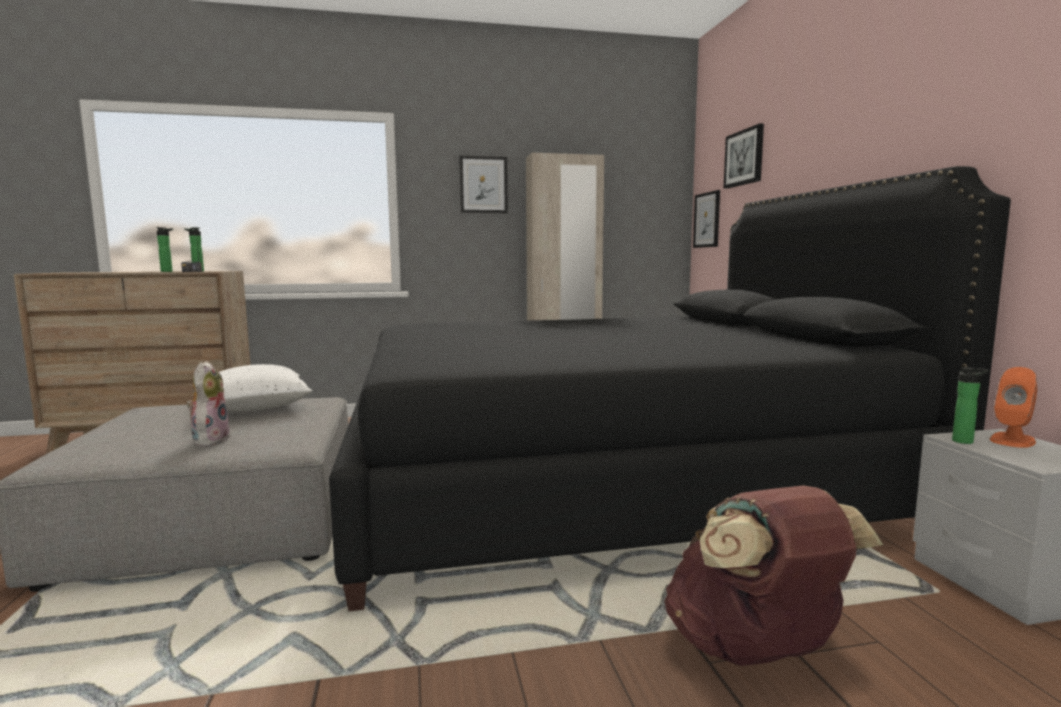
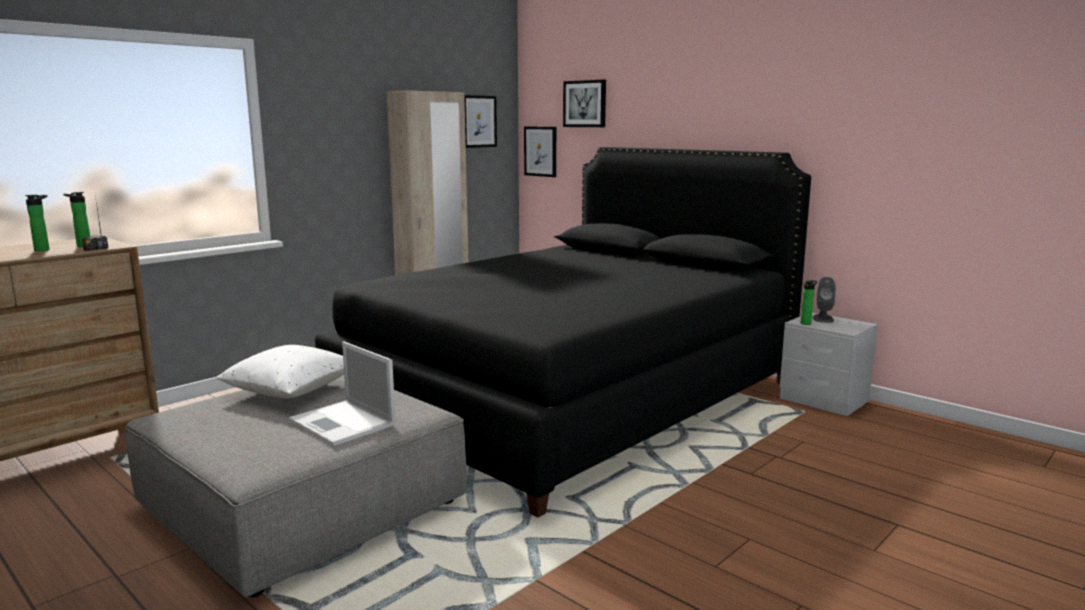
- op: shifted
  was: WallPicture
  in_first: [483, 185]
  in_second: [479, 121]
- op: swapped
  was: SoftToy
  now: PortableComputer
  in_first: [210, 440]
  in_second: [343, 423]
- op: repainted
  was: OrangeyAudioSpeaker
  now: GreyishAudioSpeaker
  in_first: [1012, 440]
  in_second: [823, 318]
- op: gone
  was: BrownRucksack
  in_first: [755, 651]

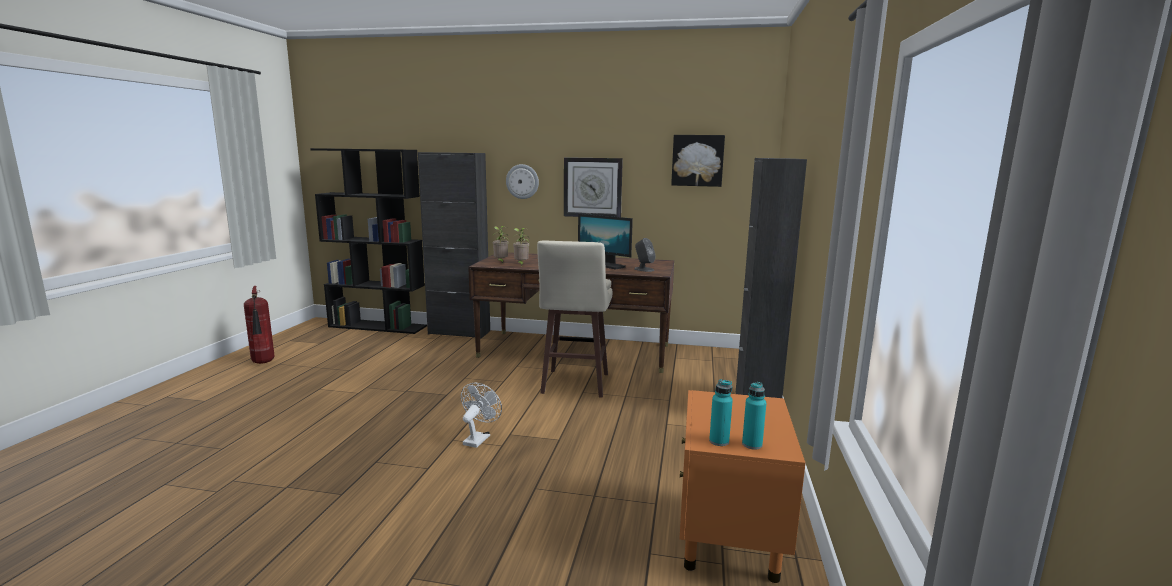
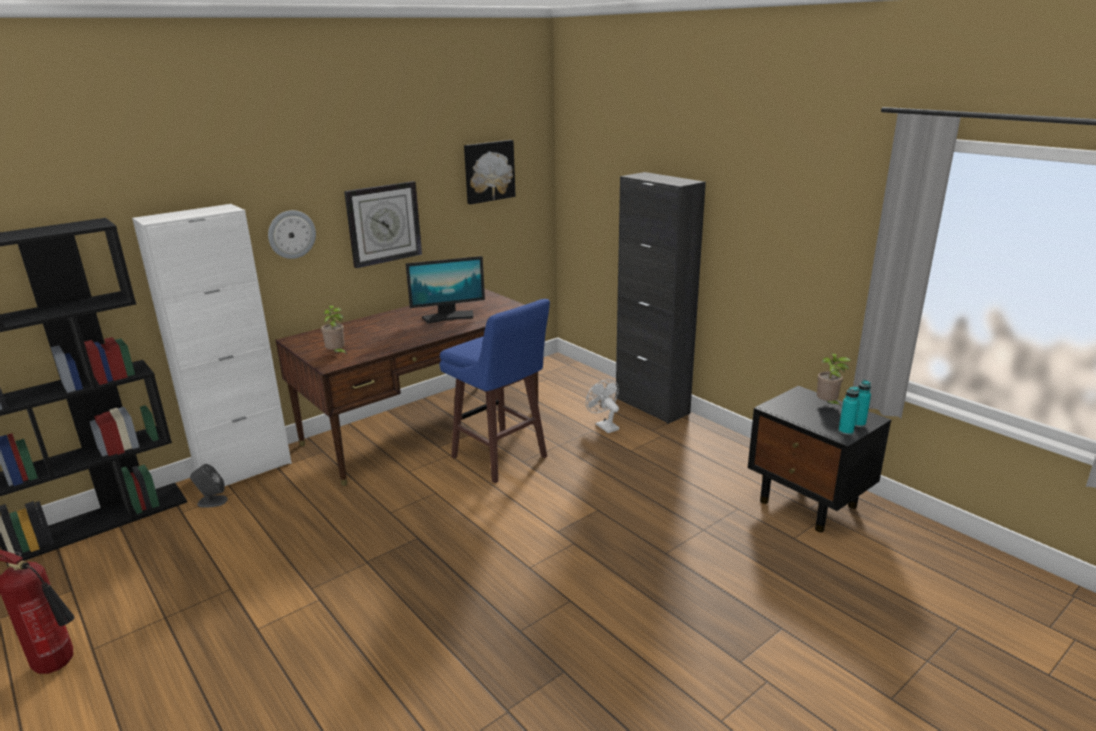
- op: repainted
  was: BlackishStorageCabinet
  now: WhiteColouredStorageCabinet
  in_first: [459, 332]
  in_second: [244, 470]
- op: shifted
  was: PlantInAPot
  in_first: [521, 264]
  in_second: [827, 405]
- op: shifted
  was: GreyishAudioSpeaker
  in_first: [643, 269]
  in_second: [212, 501]
- op: repainted
  was: BeigeColouredStool
  now: BlueStool
  in_first: [574, 384]
  in_second: [500, 458]
- op: shifted
  was: WhiteColouredCoolingFan
  in_first: [478, 438]
  in_second: [604, 426]
- op: repainted
  was: OrangeyNightstand
  now: BlackishNightstand
  in_first: [729, 545]
  in_second: [809, 504]

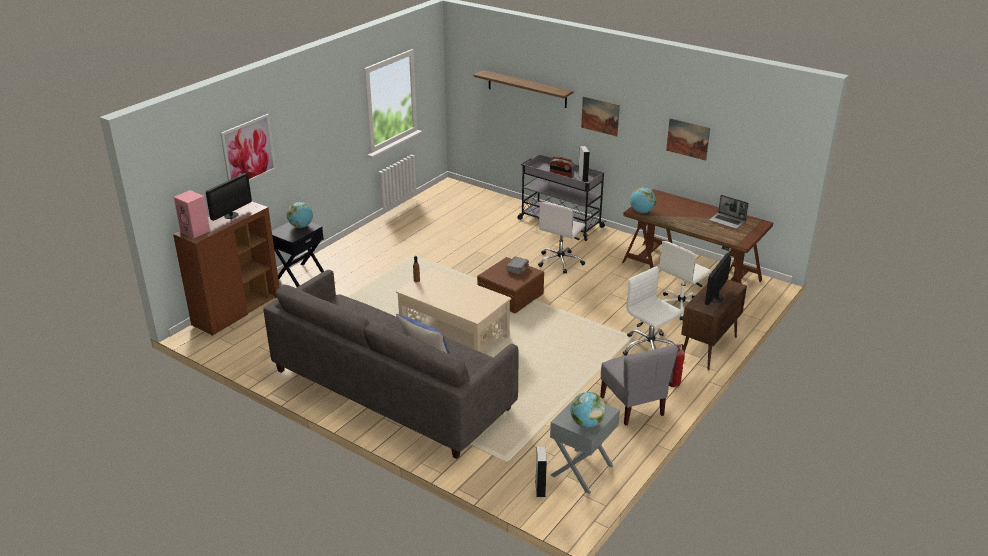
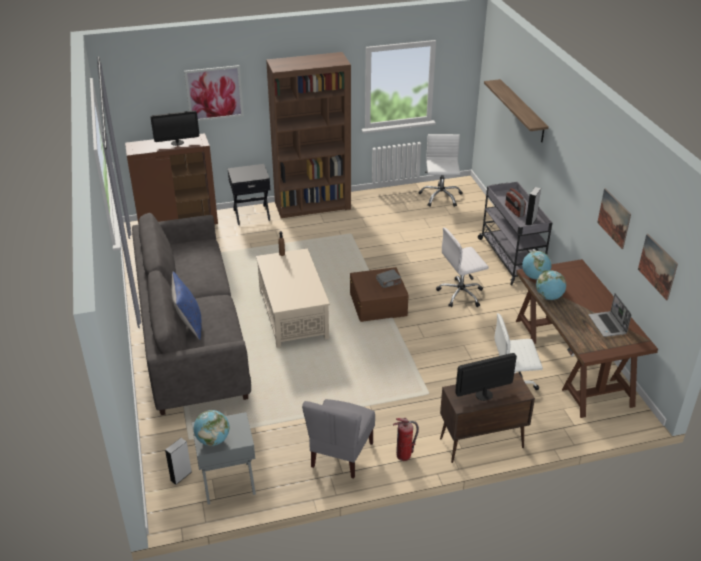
- op: shifted
  was: WallPicture
  in_first: [600, 116]
  in_second: [657, 266]
- op: gone
  was: PinkColouredAudioSpeaker
  in_first: [196, 231]
- op: shifted
  was: WorldGlobe
  in_first: [301, 226]
  in_second: [549, 297]
- op: shifted
  was: WhiteColouredDeskChair
  in_first: [649, 348]
  in_second: [440, 197]
- op: new
  now: BrownShelvingUnit
  in_second: [313, 206]

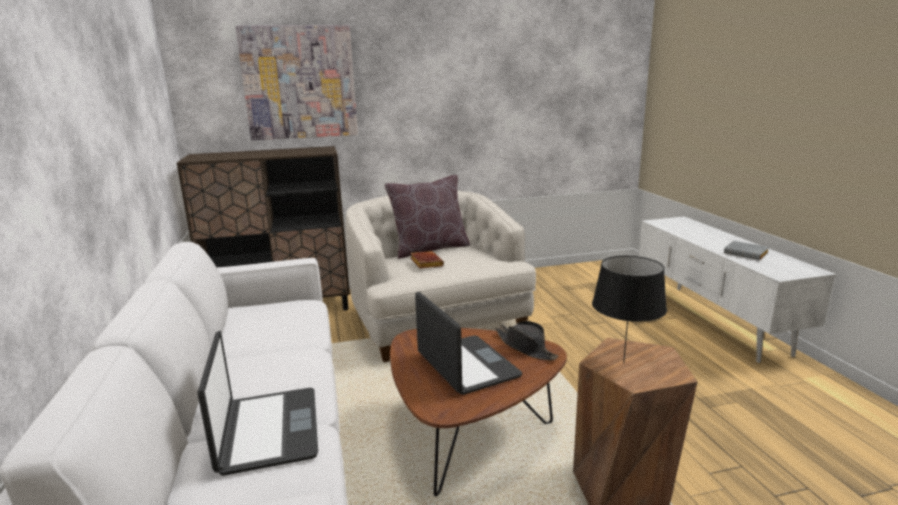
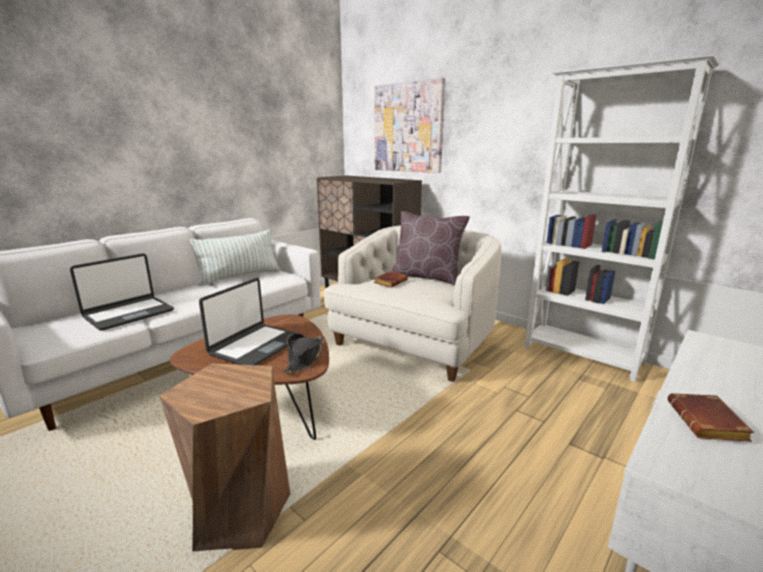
- op: repainted
  was: GreyishVolume
  now: BrownVolume
  in_first: [747, 254]
  in_second: [708, 423]
- op: gone
  was: BlackishTableLamp
  in_first: [623, 362]
- op: new
  now: WhiteColouredShelvingUnit
  in_second: [583, 356]
- op: new
  now: Pillow
  in_second: [239, 277]

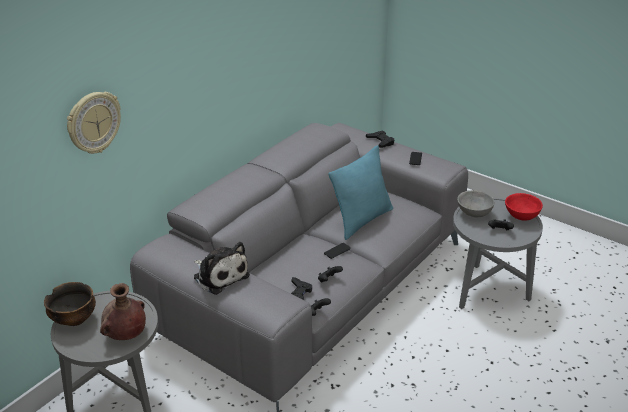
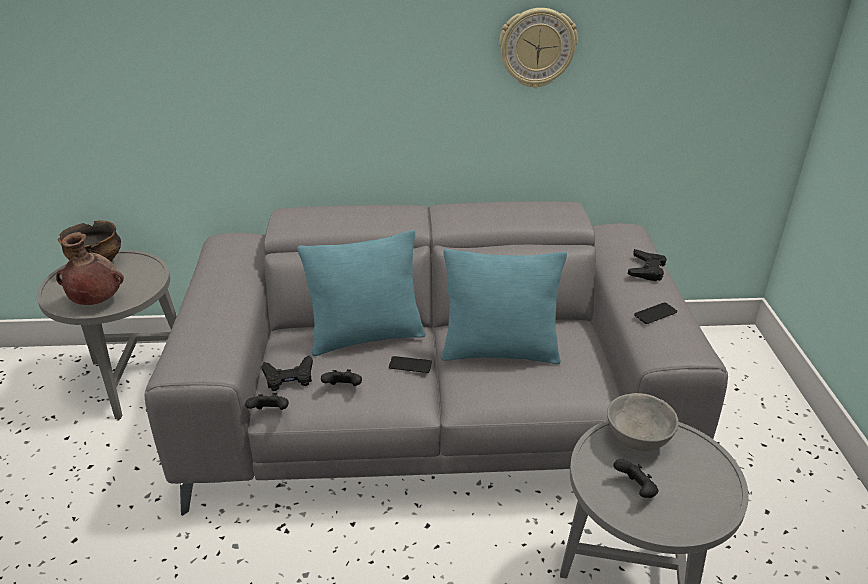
- op: shifted
  was: WallClock
  in_first: [93, 122]
  in_second: [537, 48]
- op: gone
  was: ReddishBowl
  in_first: [520, 216]
- op: gone
  was: SoftToy
  in_first: [220, 275]
- op: new
  now: TurquoisePillow
  in_second: [366, 337]

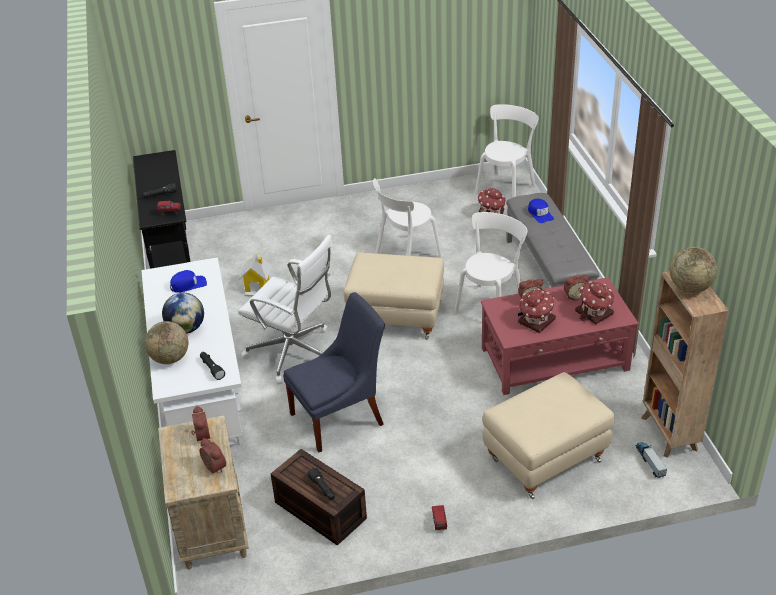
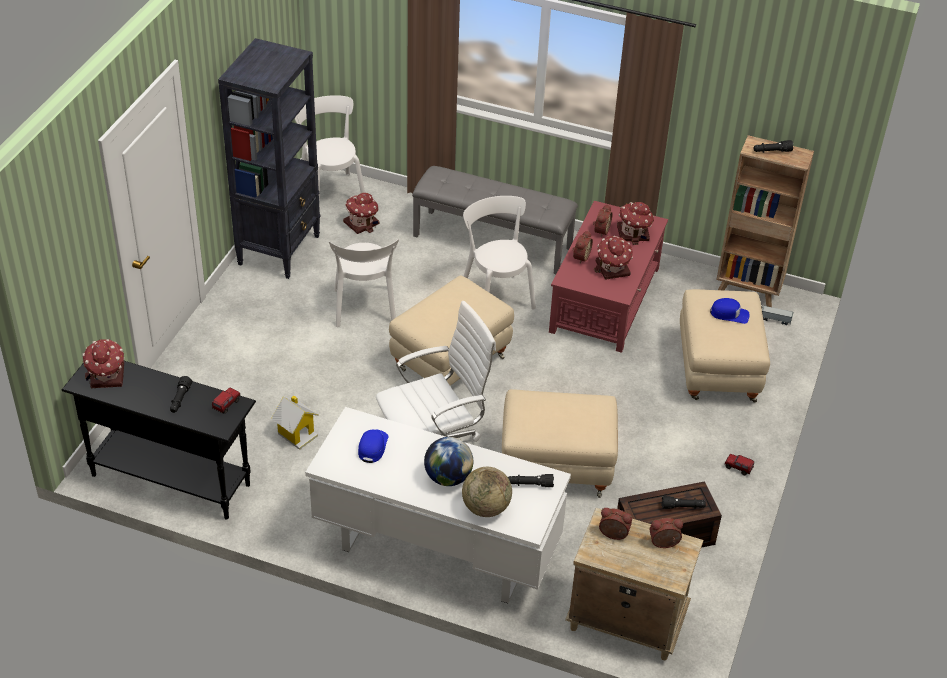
- op: shifted
  was: BluePeakedCap
  in_first: [540, 214]
  in_second: [729, 314]
- op: swapped
  was: WorldGlobe
  now: BlackishFlashlight
  in_first: [690, 287]
  in_second: [771, 151]
- op: swapped
  was: BlueChair
  now: BeigeColouredPouffe
  in_first: [340, 417]
  in_second: [556, 466]
- op: new
  now: BlackishShelvingUnit
  in_second: [279, 249]
- op: new
  now: ModelHouse
  in_second: [107, 377]

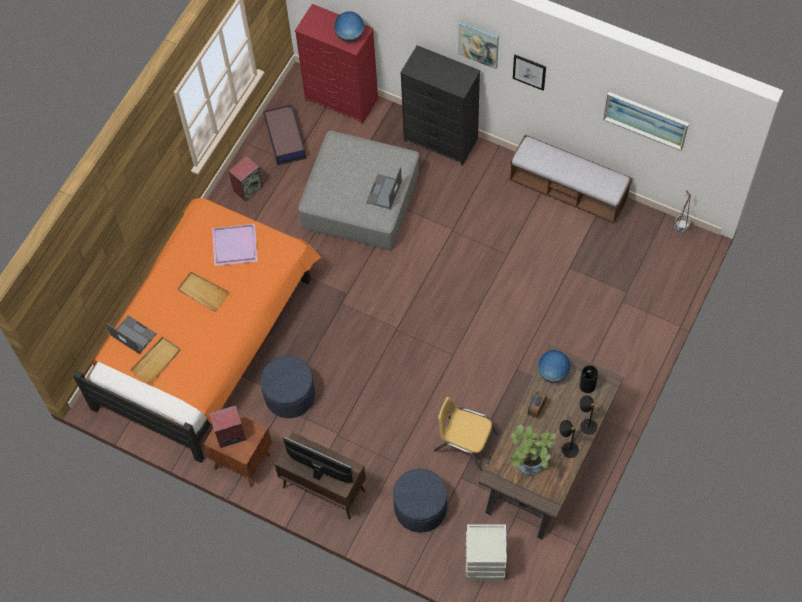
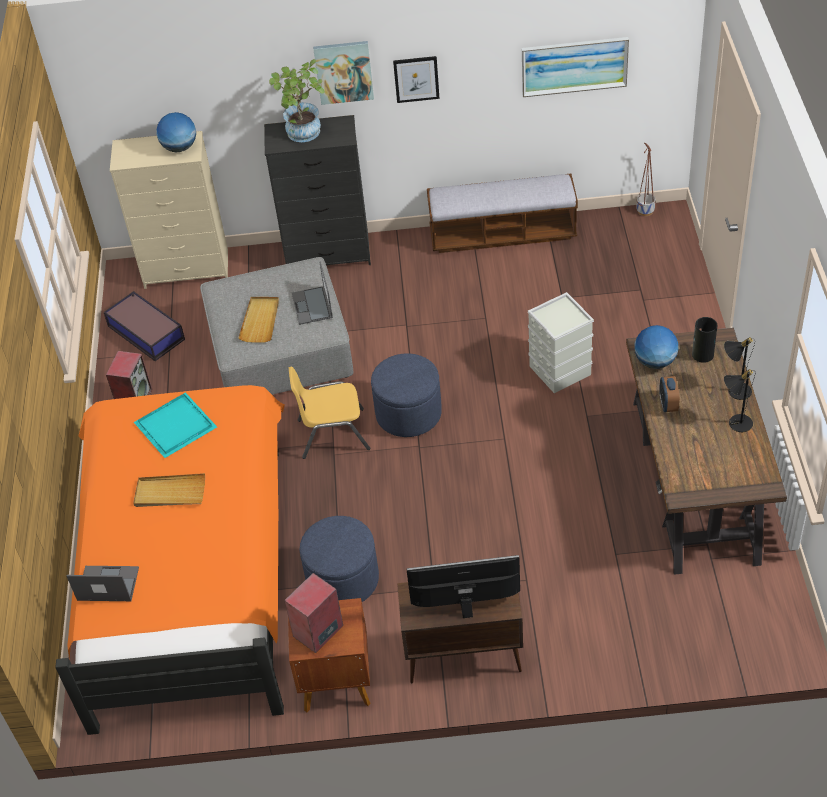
- op: repainted
  was: ReddishChestOfDrawers
  now: BeigeColouredChestOfDrawers
  in_first: [342, 100]
  in_second: [187, 269]
- op: repainted
  was: PurpleColouredTray
  now: TurquoiseTray
  in_first: [234, 246]
  in_second: [175, 427]
- op: shifted
  was: BeigeColouredTray
  in_first: [156, 361]
  in_second: [260, 321]
- op: shifted
  was: YellowChair
  in_first: [465, 442]
  in_second: [333, 434]
- op: shifted
  was: PlantInAPot
  in_first: [528, 465]
  in_second: [304, 135]
- op: shifted
  was: BluePouffe
  in_first: [420, 508]
  in_second: [408, 413]
- op: shifted
  was: GreyishStorageBox
  in_first: [484, 563]
  in_second: [560, 371]

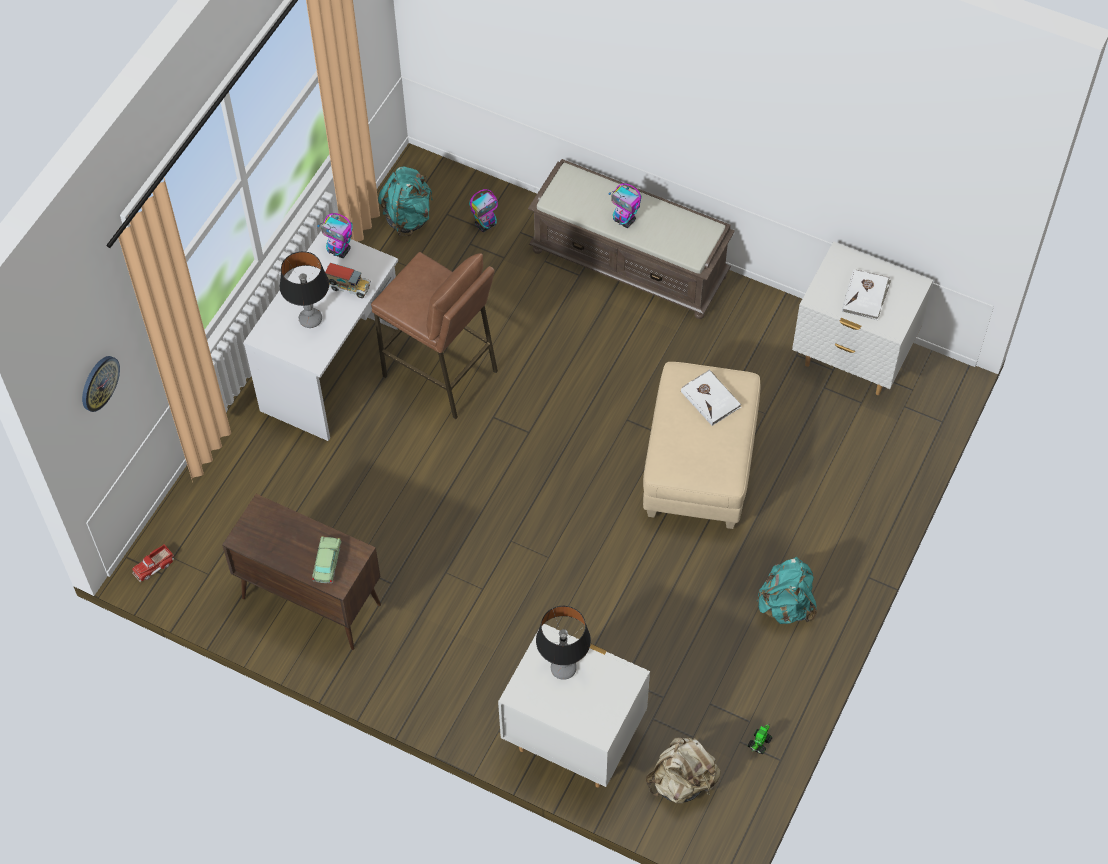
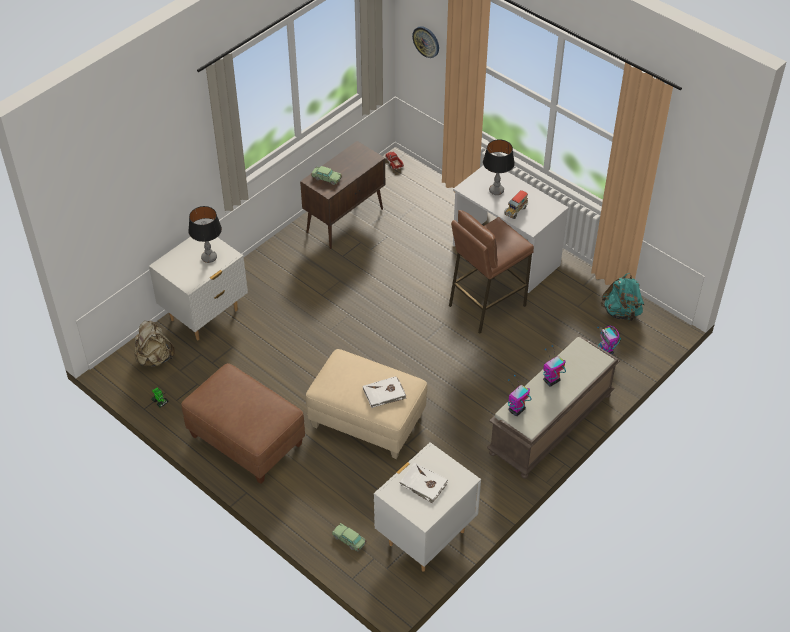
- op: shifted
  was: ToyRobot
  in_first: [339, 251]
  in_second: [516, 410]
- op: swapped
  was: TurquoiseRucksack
  now: BrownPouffe
  in_first: [786, 605]
  in_second: [245, 441]
- op: new
  now: MiniatureCar
  in_second: [349, 539]

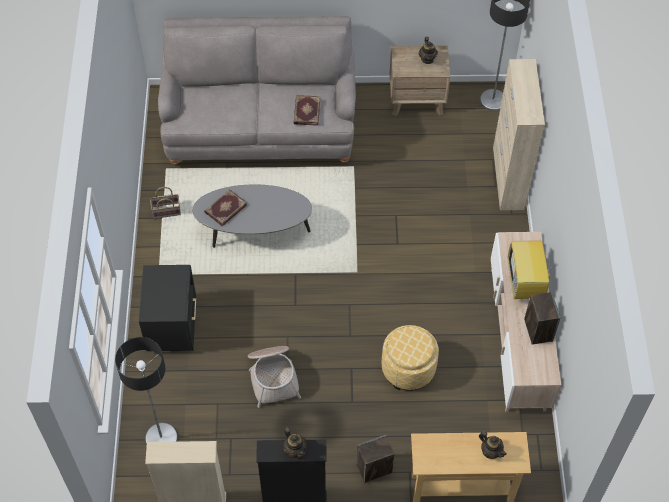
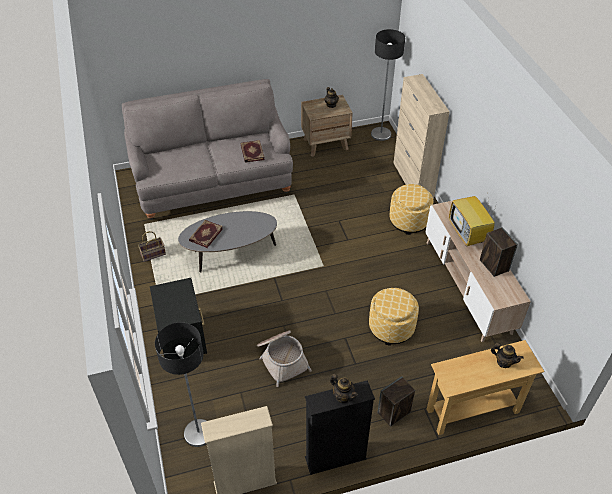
- op: new
  now: Pouffe
  in_second: [409, 221]

